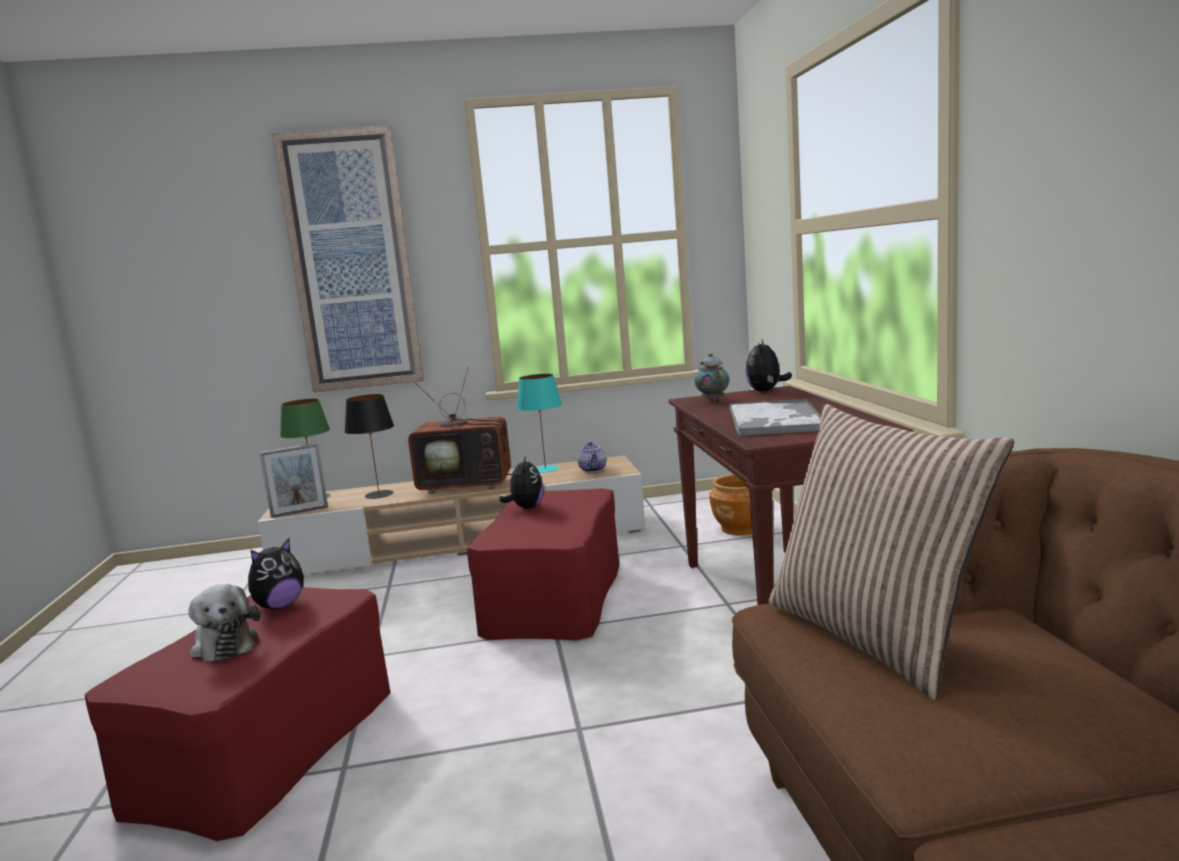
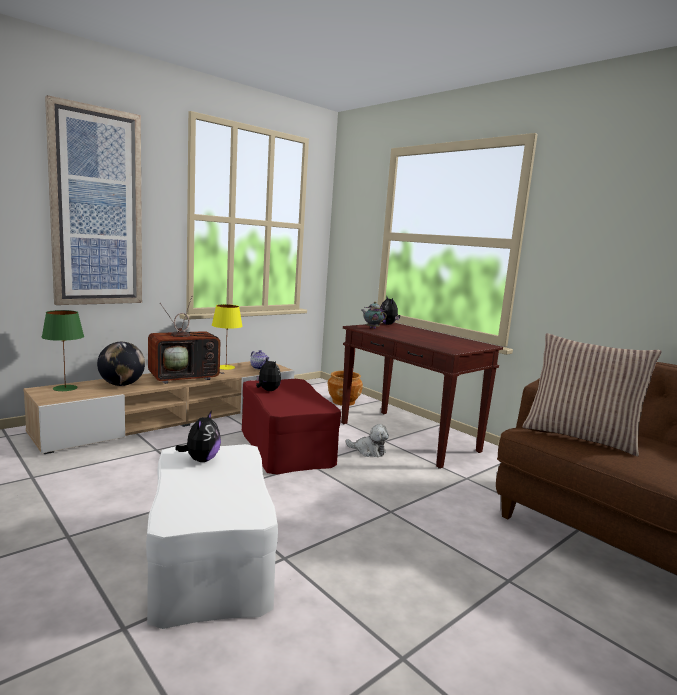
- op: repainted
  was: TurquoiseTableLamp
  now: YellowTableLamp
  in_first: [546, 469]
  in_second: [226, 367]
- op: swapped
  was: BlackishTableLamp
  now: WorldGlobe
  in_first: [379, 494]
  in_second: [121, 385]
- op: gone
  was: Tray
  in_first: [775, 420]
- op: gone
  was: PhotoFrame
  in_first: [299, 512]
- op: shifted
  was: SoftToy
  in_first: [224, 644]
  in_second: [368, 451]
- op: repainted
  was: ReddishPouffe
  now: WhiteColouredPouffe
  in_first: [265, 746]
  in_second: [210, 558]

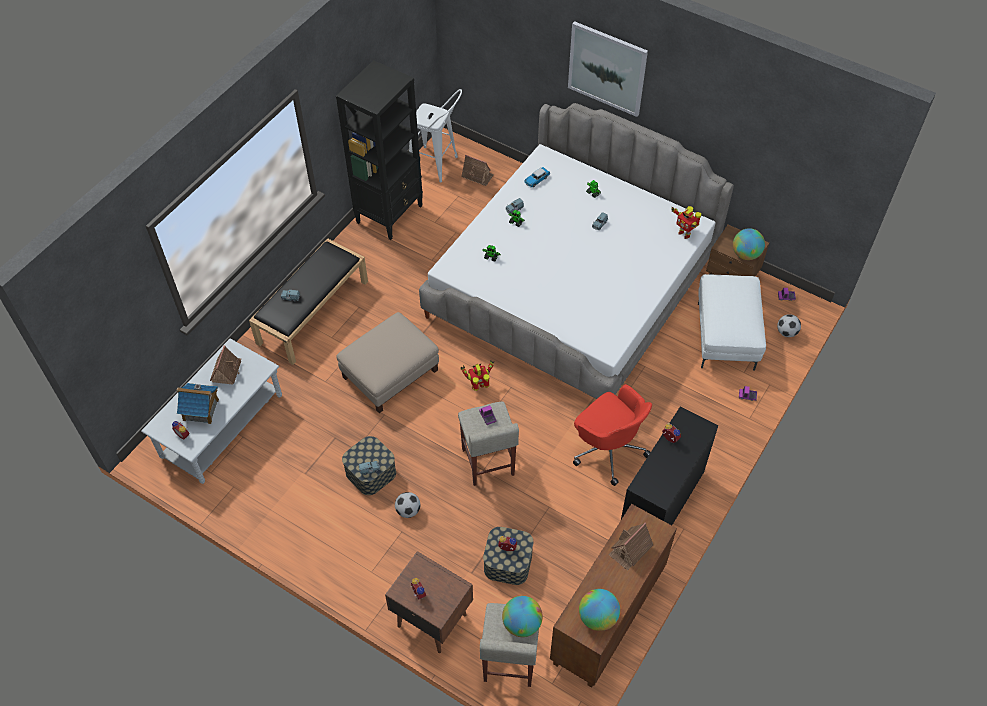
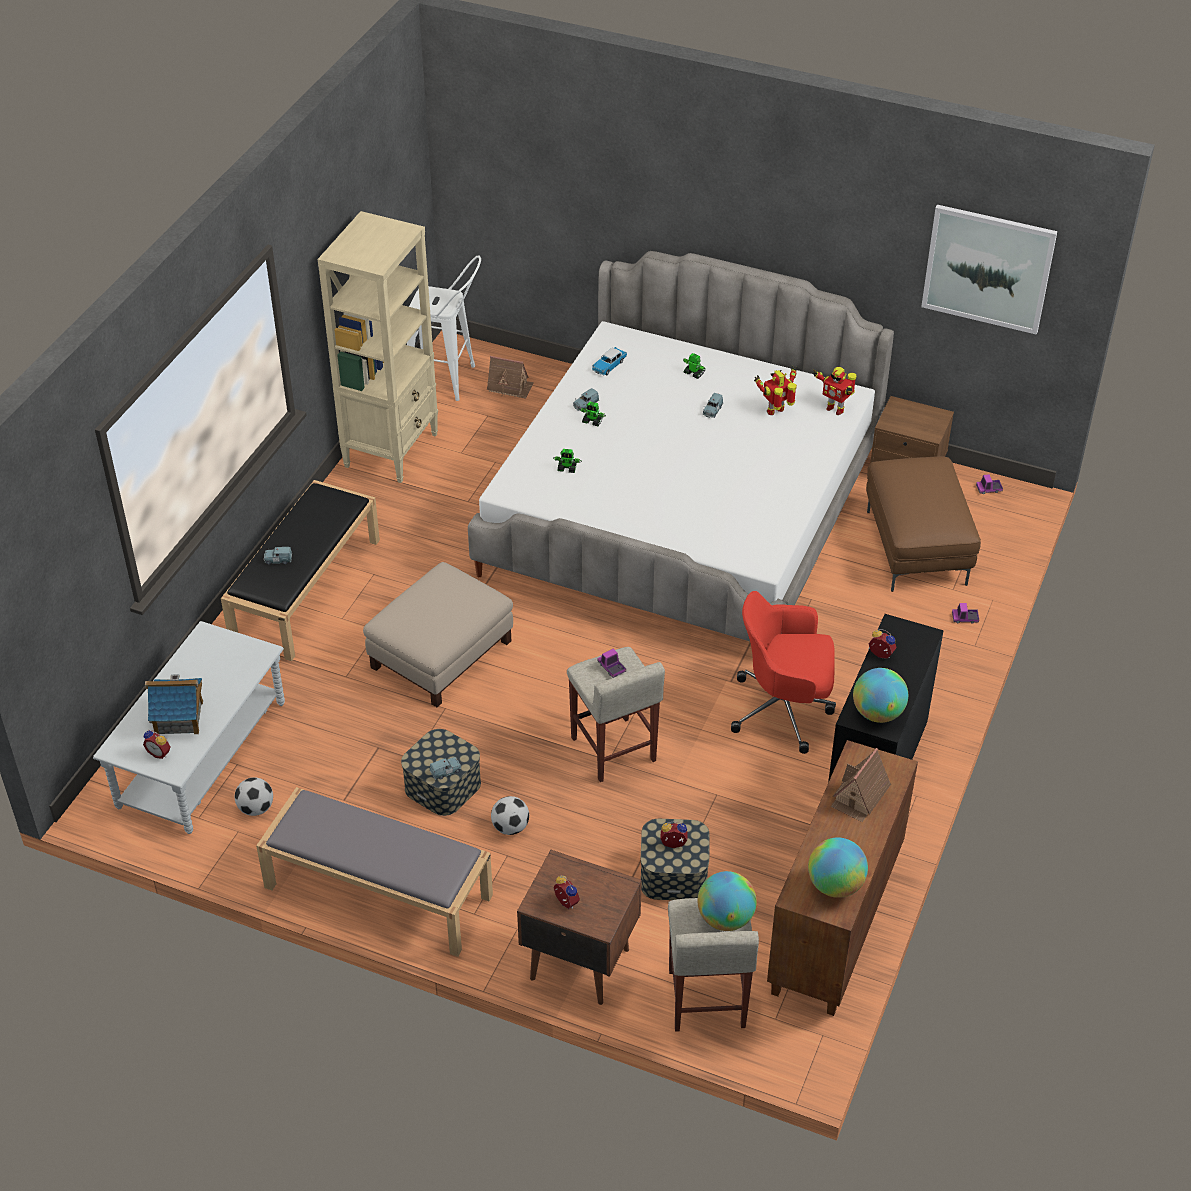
- op: shifted
  was: WallPicture
  in_first: [607, 68]
  in_second: [988, 268]
- op: repainted
  was: BlackishShelvingUnit
  now: BeigeColouredShelvingUnit
  in_first: [390, 214]
  in_second: [392, 450]
- op: shifted
  was: WorldGlobe
  in_first: [746, 254]
  in_second: [878, 713]
- op: repainted
  was: WhiteColouredPouffe
  now: BrownPouffe
  in_first: [726, 336]
  in_second: [917, 548]
- op: shifted
  was: BallForFootball
  in_first: [786, 332]
  in_second: [256, 808]
- op: gone
  was: ModelHouse
  in_first: [226, 371]
- op: shifted
  was: ToyRobot
  in_first: [478, 387]
  in_second: [776, 411]
- op: rotated
  was: ReddishDeskChair
  in_first: [608, 449]
  in_second: [784, 709]
  clockwise: 150
- op: new
  now: GreyishBench
  in_second: [376, 891]

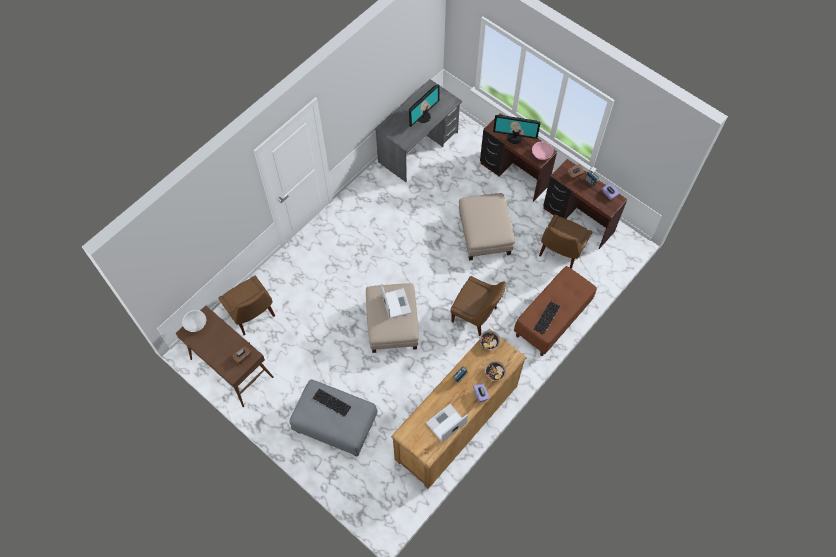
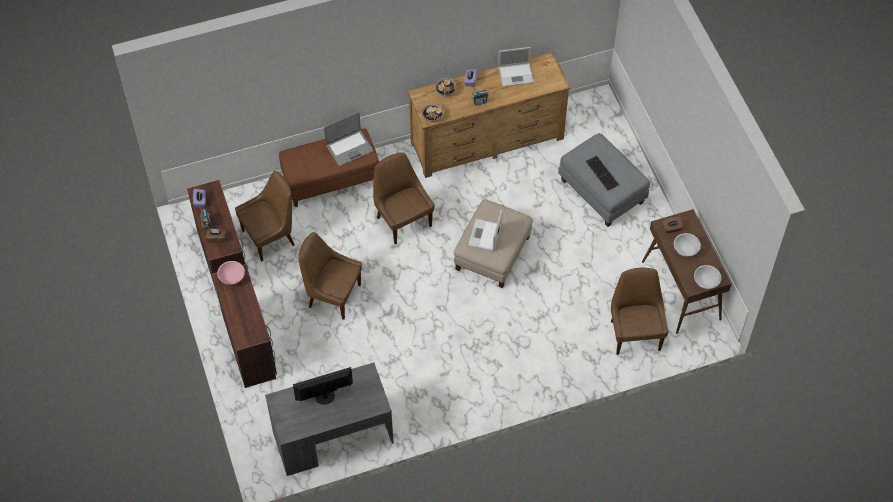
- op: gone
  was: ComputerScreen
  in_first: [514, 138]
- op: swapped
  was: BeigeColouredPouffe
  now: BrownChair
  in_first: [485, 234]
  in_second: [332, 295]
- op: swapped
  was: PcKeyboard
  now: PortableComputer
  in_first: [547, 318]
  in_second: [349, 148]
- op: new
  now: WhiteColouredBowl
  in_second: [685, 250]

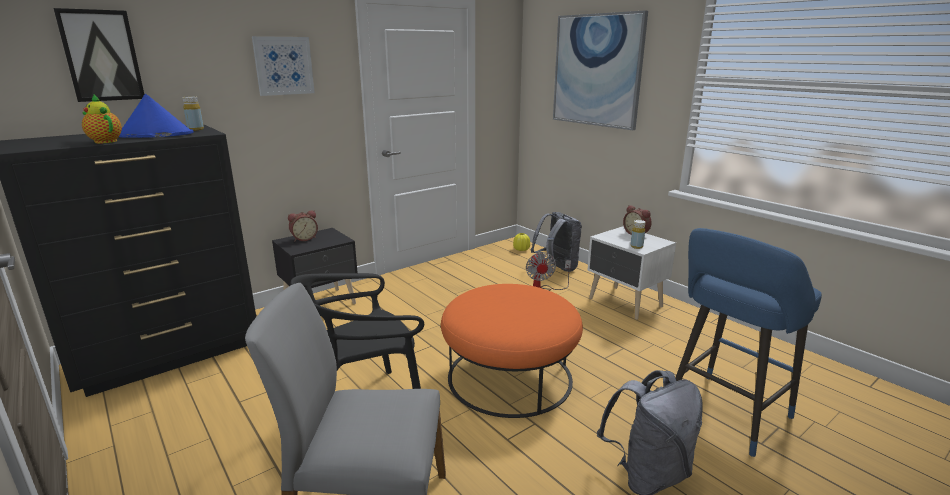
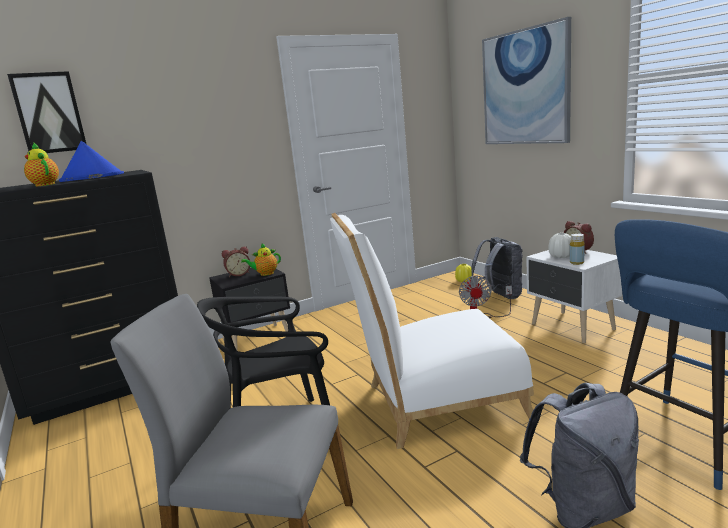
- op: gone
  was: WallPicture
  in_first: [283, 66]
- op: gone
  was: YellowBeverageBottle
  in_first: [196, 129]
- op: swapped
  was: OrangeyPouffe
  now: WhiteColouredChair
  in_first: [509, 377]
  in_second: [435, 403]
- op: new
  now: WhiteColouredDecorativeVase
  in_second: [561, 256]
- op: new
  now: Teapot
  in_second: [265, 274]

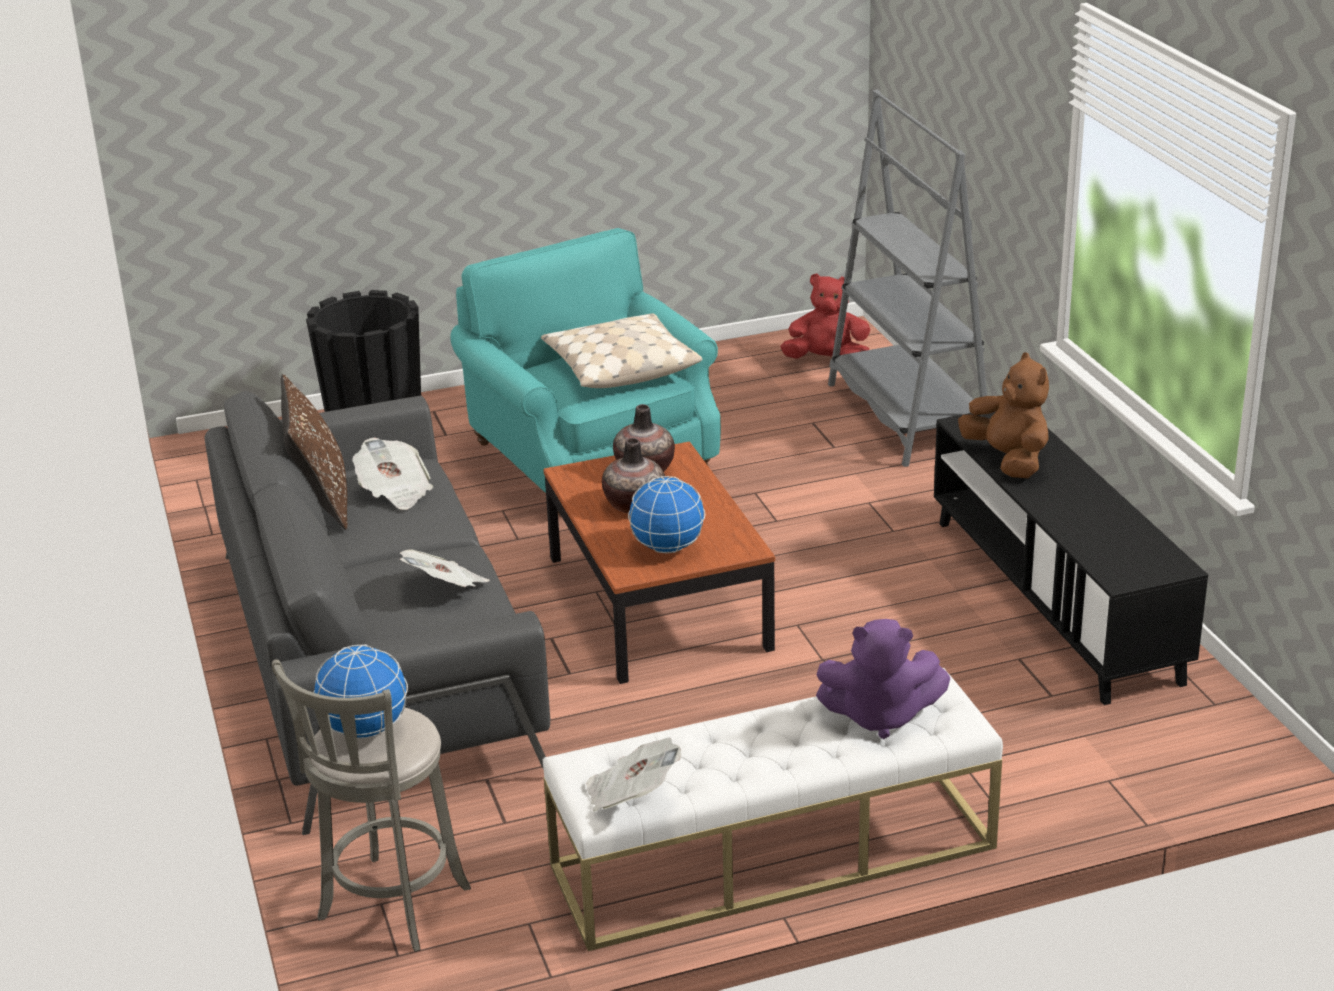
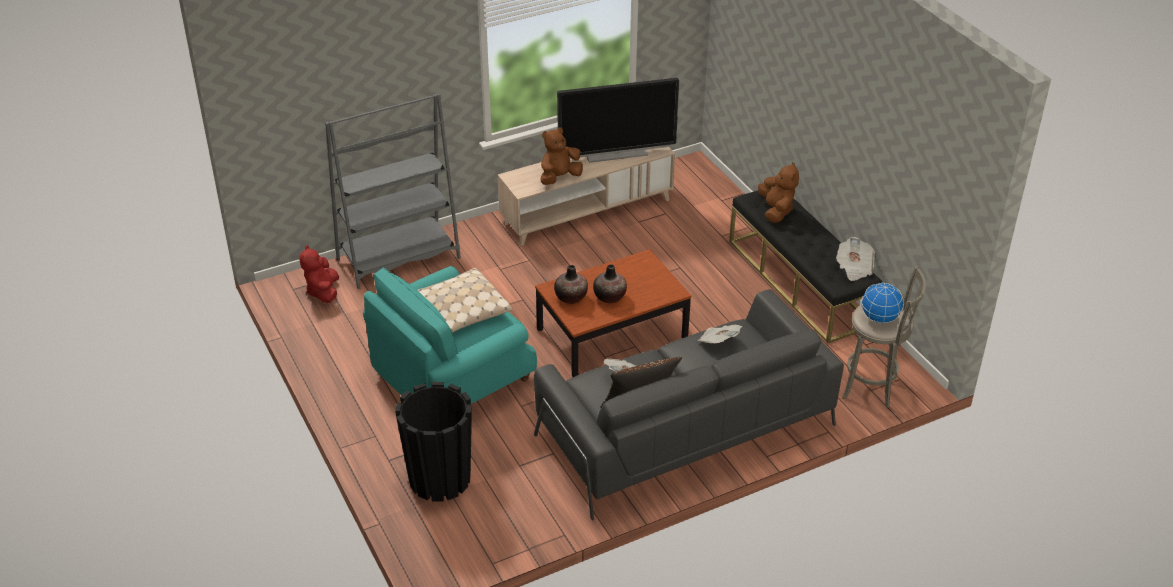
- op: repainted
  was: BlackishMediaConsole
  now: BeigeColouredMediaConsole
  in_first: [1054, 599]
  in_second: [587, 211]
- op: gone
  was: WorldGlobe
  in_first: [667, 547]
- op: repainted
  was: PurpleColouredSoftToy
  now: BrownSoftToy
  in_first: [880, 716]
  in_second: [776, 211]
- op: repainted
  was: WhiteColouredBench
  now: BlackishBench
  in_first: [772, 857]
  in_second: [799, 282]
- op: new
  now: Television
  in_second: [616, 153]

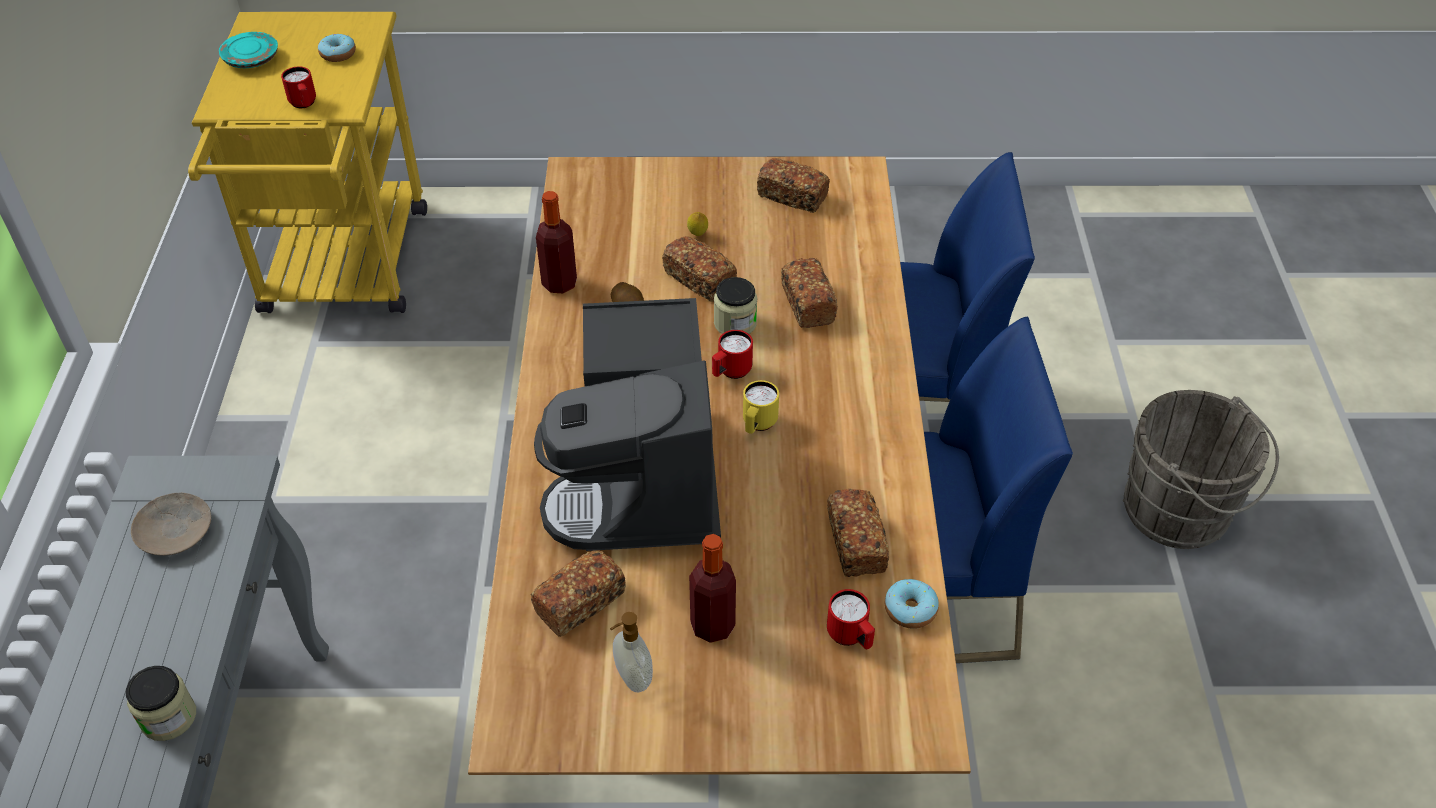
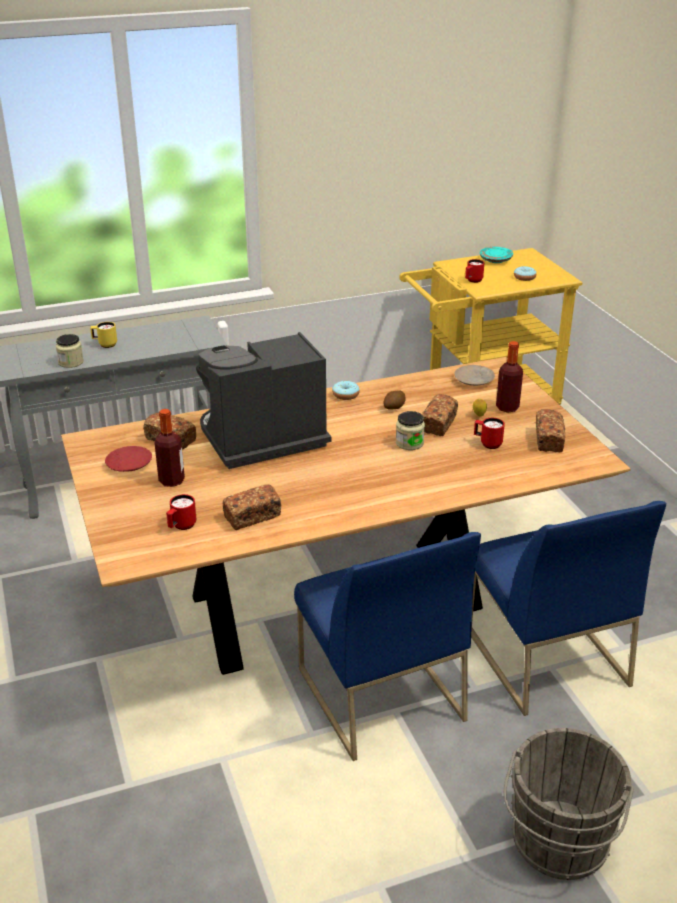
- op: shifted
  was: BeverageBottle
  in_first: [559, 283]
  in_second: [507, 407]
- op: gone
  was: BakedBread
  in_first: [807, 304]
- op: shifted
  was: ReddishCoffeeMug
  in_first: [730, 372]
  in_second: [487, 443]
- op: shifted
  was: YellowCoffeeMug
  in_first: [757, 425]
  in_second: [105, 344]
- op: shifted
  was: BeigeColouredFlatDish
  in_first: [174, 530]
  in_second: [474, 380]
- op: shifted
  was: Doughnut
  in_first: [910, 610]
  in_second: [345, 395]
- op: swapped
  was: LiquidSoapBottle
  now: ReddishFlatDish
  in_first: [632, 678]
  in_second: [128, 464]

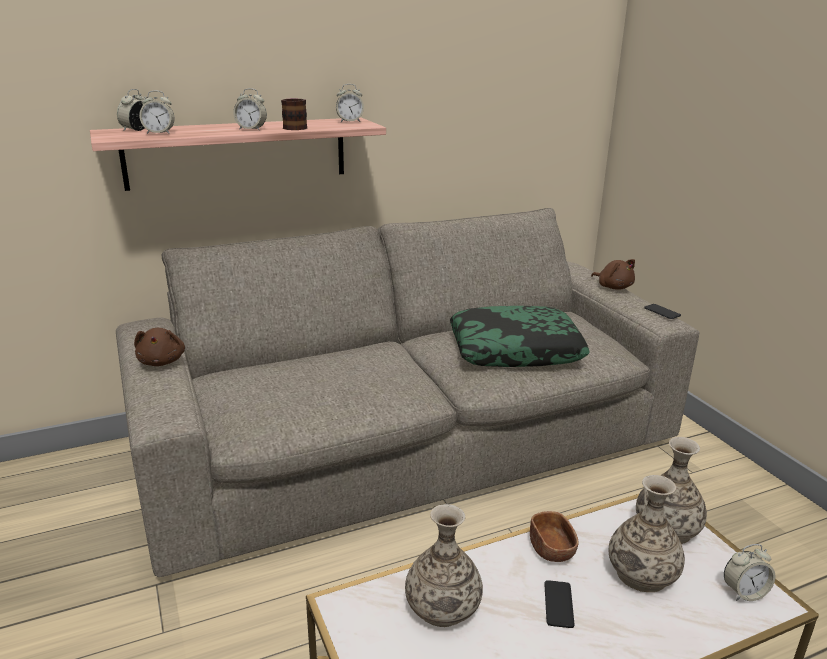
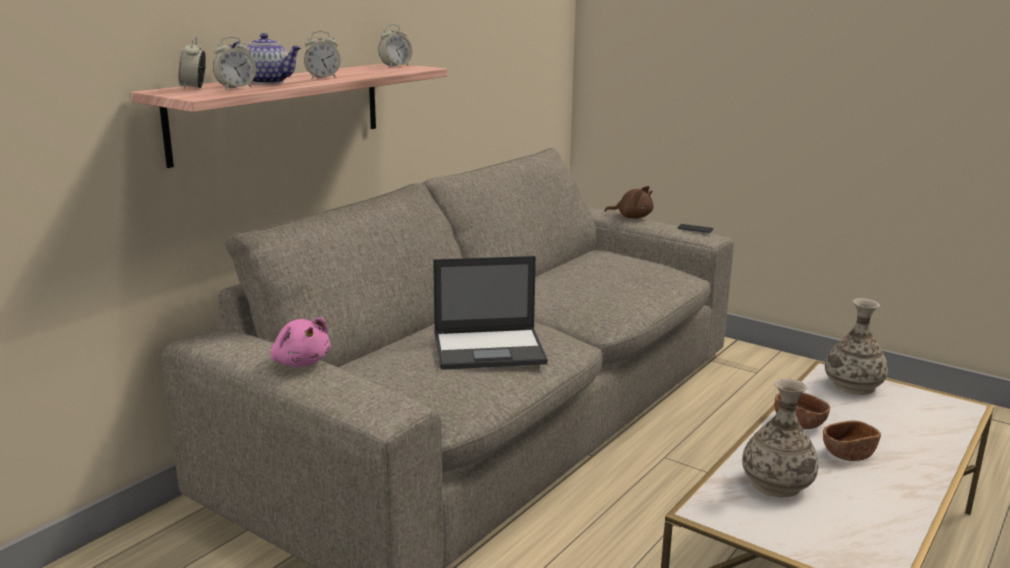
- op: gone
  was: CoffeeMug
  in_first: [294, 127]
- op: gone
  was: Pillow
  in_first: [514, 350]
- op: repainted
  was: BrownSoftToy
  now: PinkColouredSoftToy
  in_first: [162, 361]
  in_second: [301, 362]
- op: gone
  was: DecorativeVase
  in_first: [641, 573]
- op: gone
  was: AlarmClock
  in_first: [744, 592]
- op: swapped
  was: Handset
  now: BrownBowl
  in_first: [558, 604]
  in_second: [848, 454]
- op: new
  now: Teapot
  in_second: [268, 82]
- op: new
  now: PortableComputer
  in_second: [490, 349]

